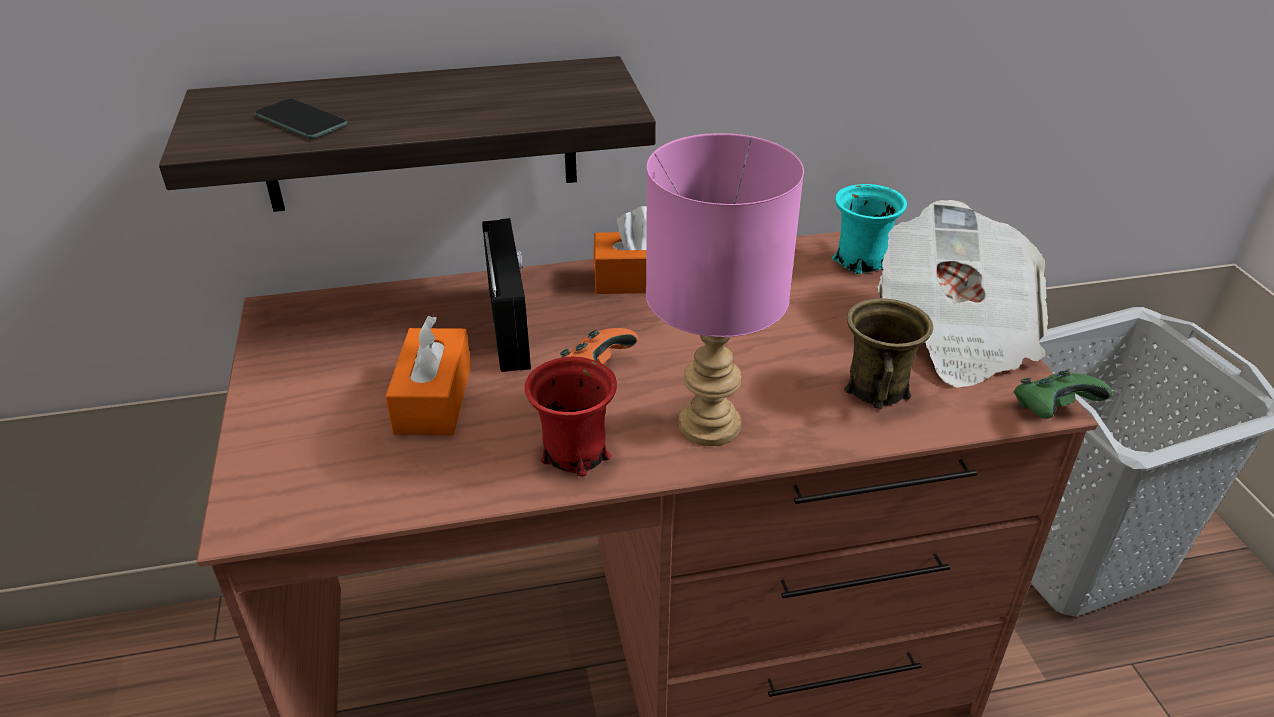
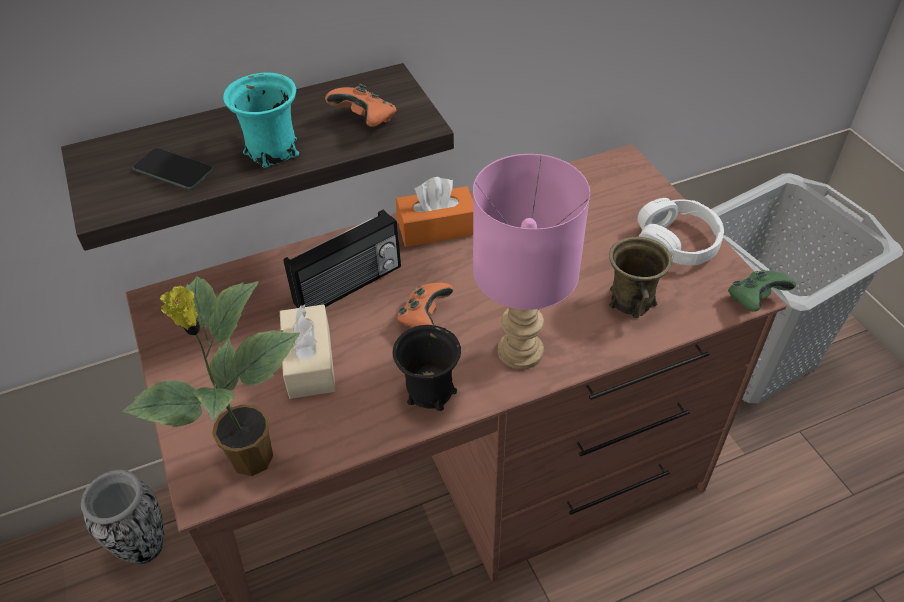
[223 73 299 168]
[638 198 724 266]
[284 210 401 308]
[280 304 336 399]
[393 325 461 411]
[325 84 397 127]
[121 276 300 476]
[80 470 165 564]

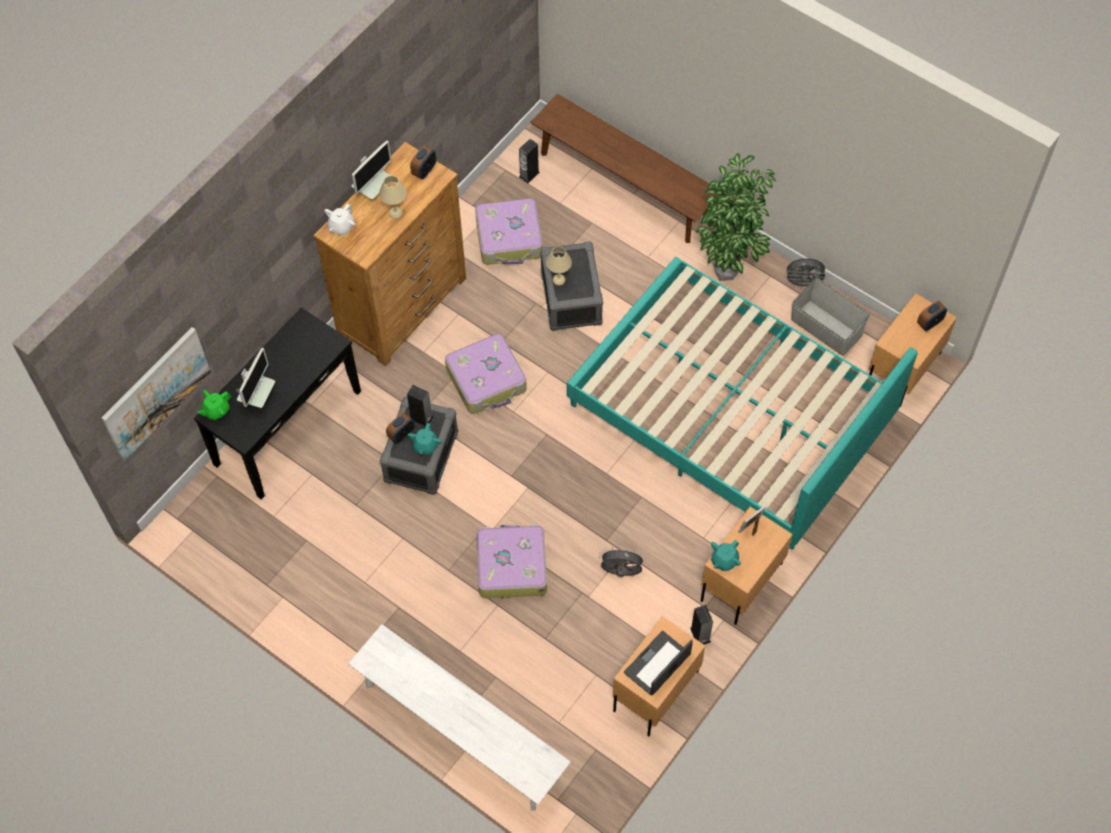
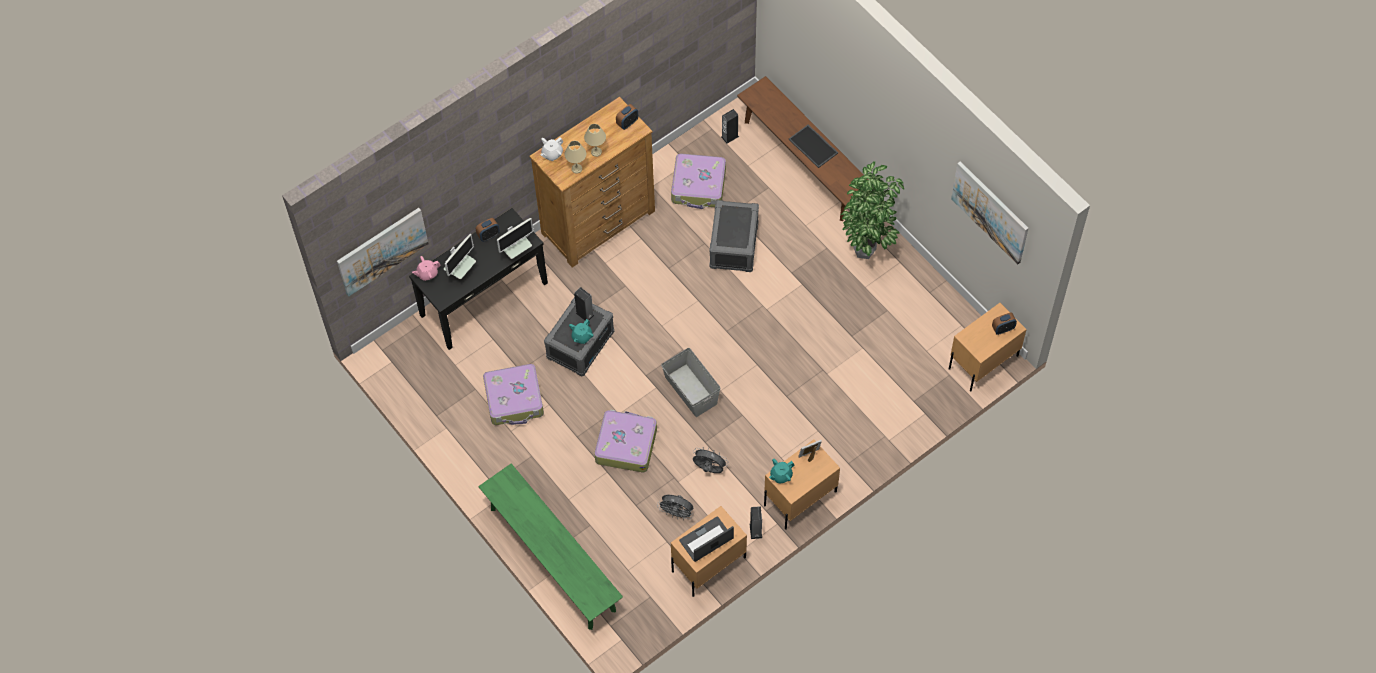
[497 218 534 259]
[564 141 586 174]
[567 257 918 550] (first image)
[657 495 693 520]
[661 348 720 417]
[483 364 544 425]
[412 256 441 281]
[476 218 500 242]
[478 464 623 630]
[789 125 838 168]
[951 161 1029 265]

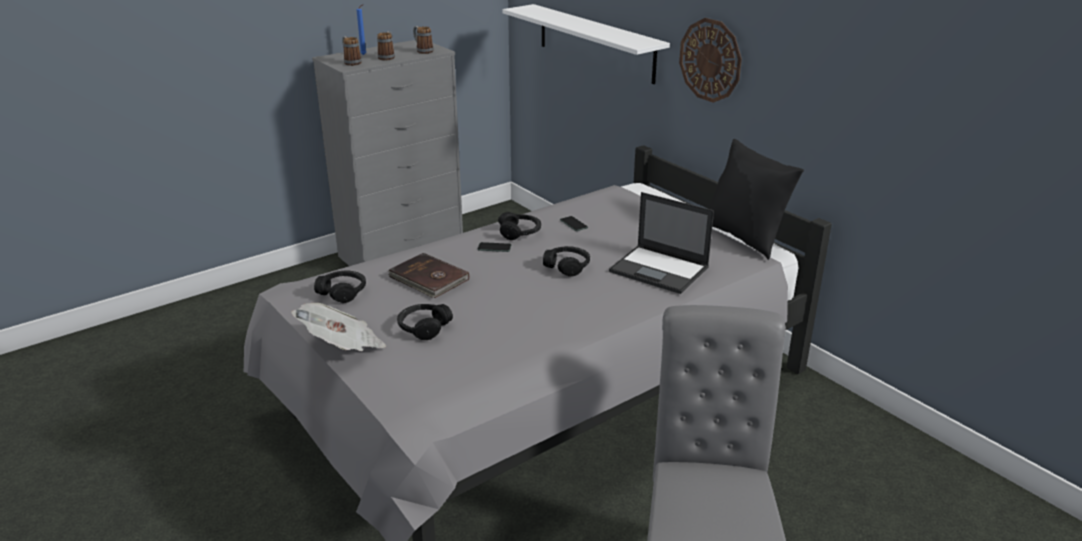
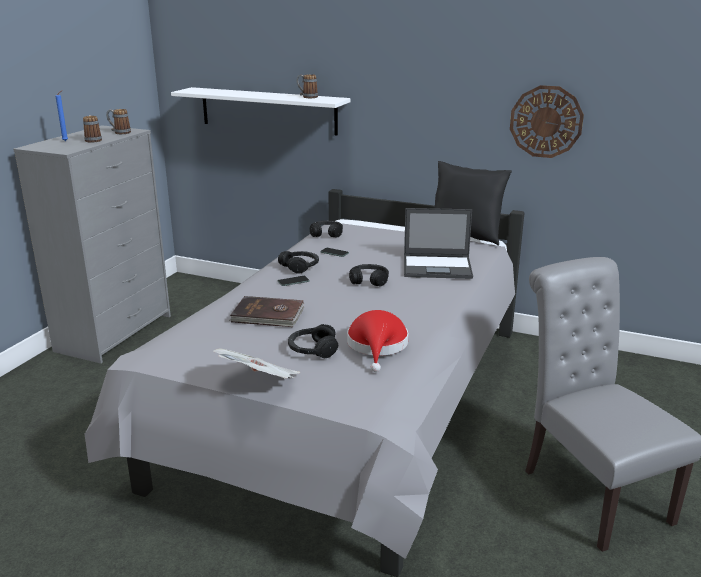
[510 85 584 158]
[296 74 318 98]
[310 221 343 237]
[347 310 408 372]

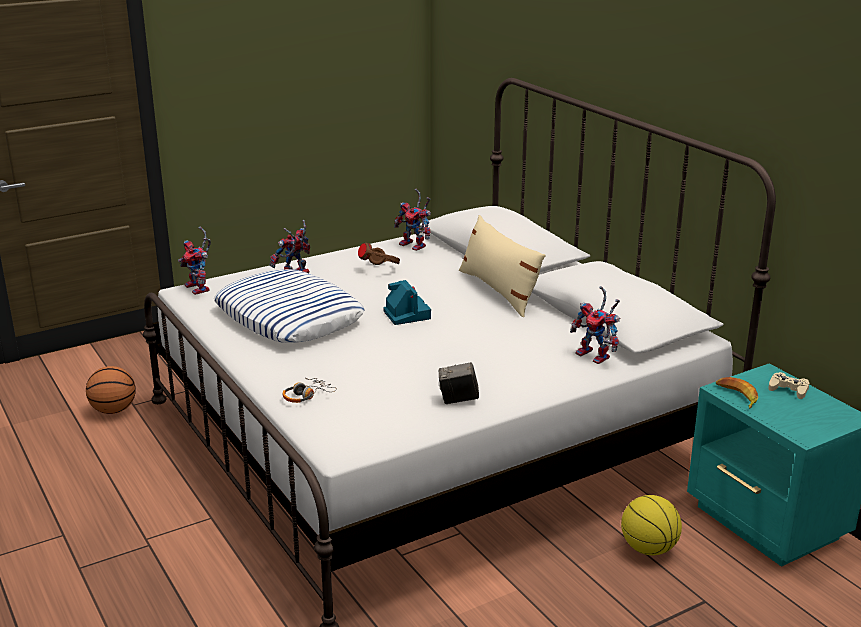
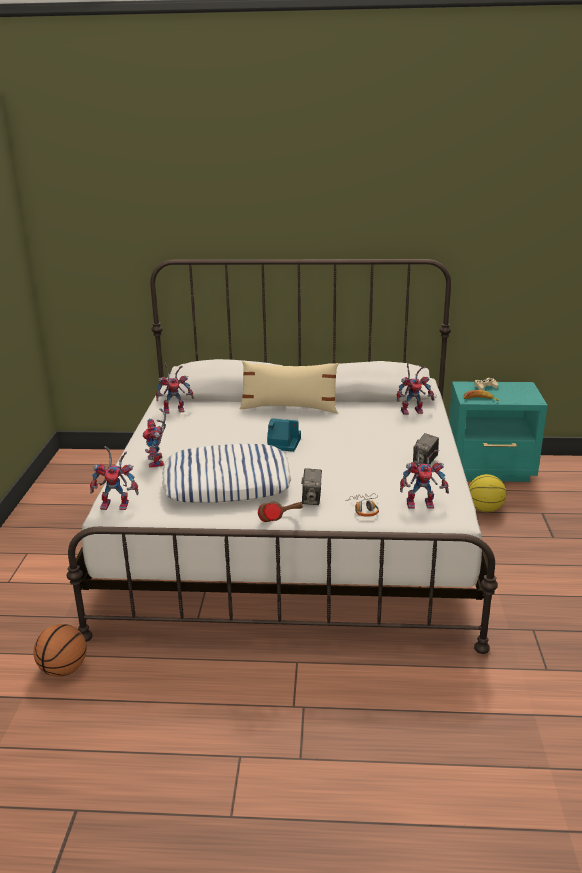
[258 502 303 522]
[400 444 449 509]
[301 468 322 505]

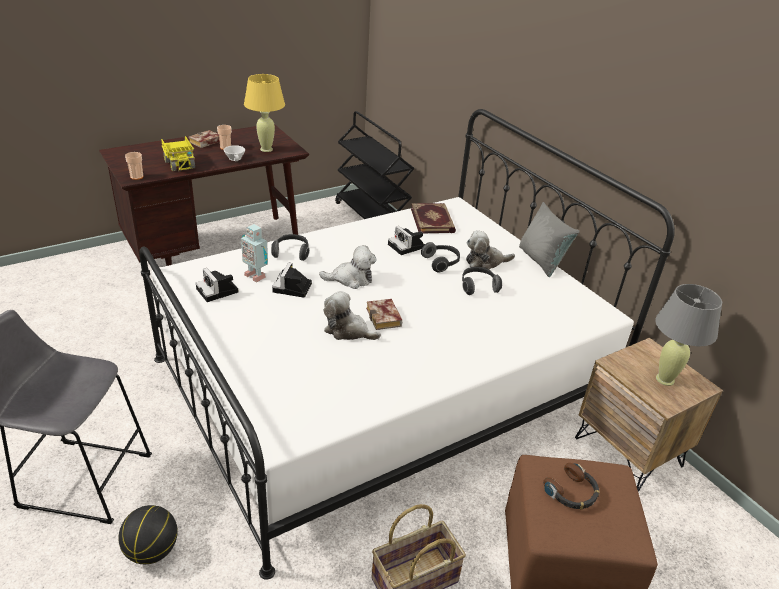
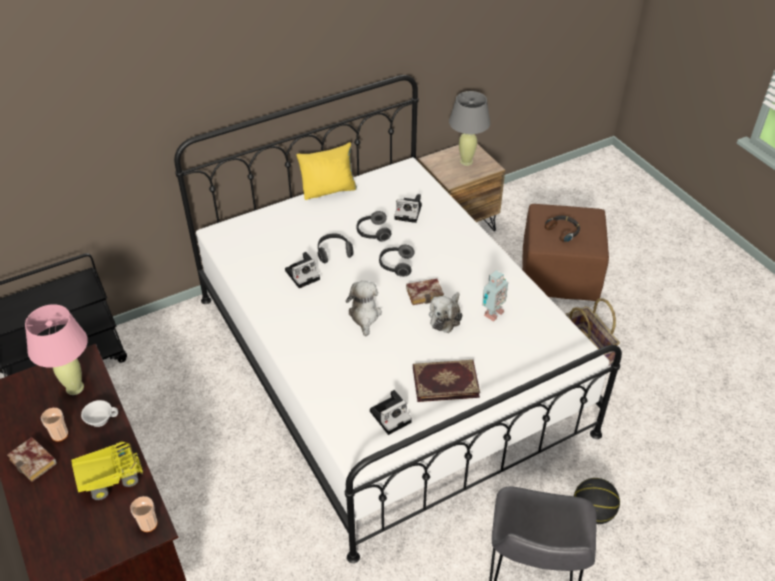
[25 304 88 395]
[296 142 357 200]
[413 360 480 402]
[482 270 508 322]
[466 230 515 270] (first image)
[379 245 415 277]
[394 194 422 223]

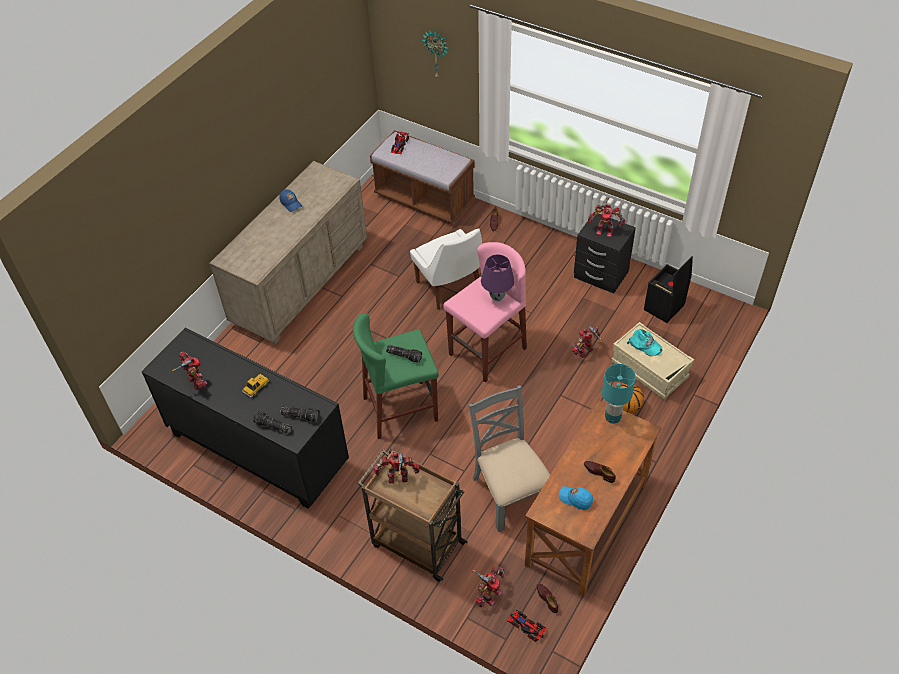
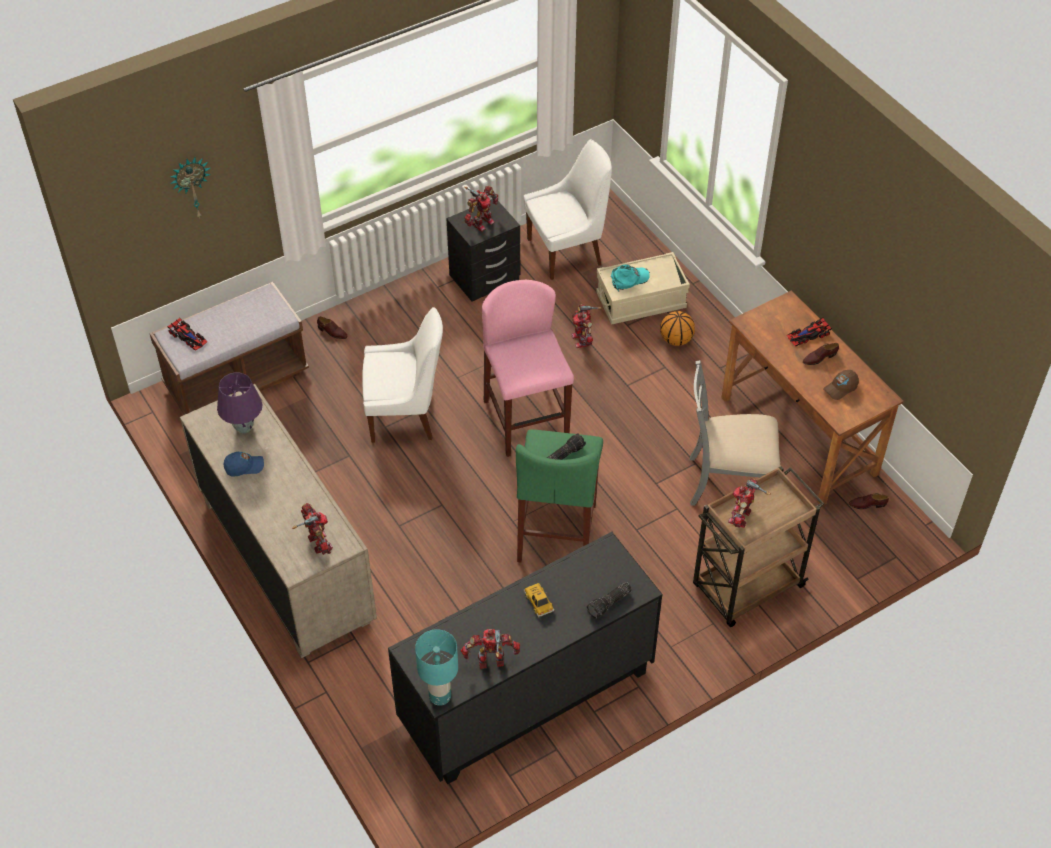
[217 372 263 433]
[524 139 612 280]
[415 629 458 706]
[281 406 320 422] (first image)
[823 370 859 400]
[292 503 333 555]
[787 317 832 347]

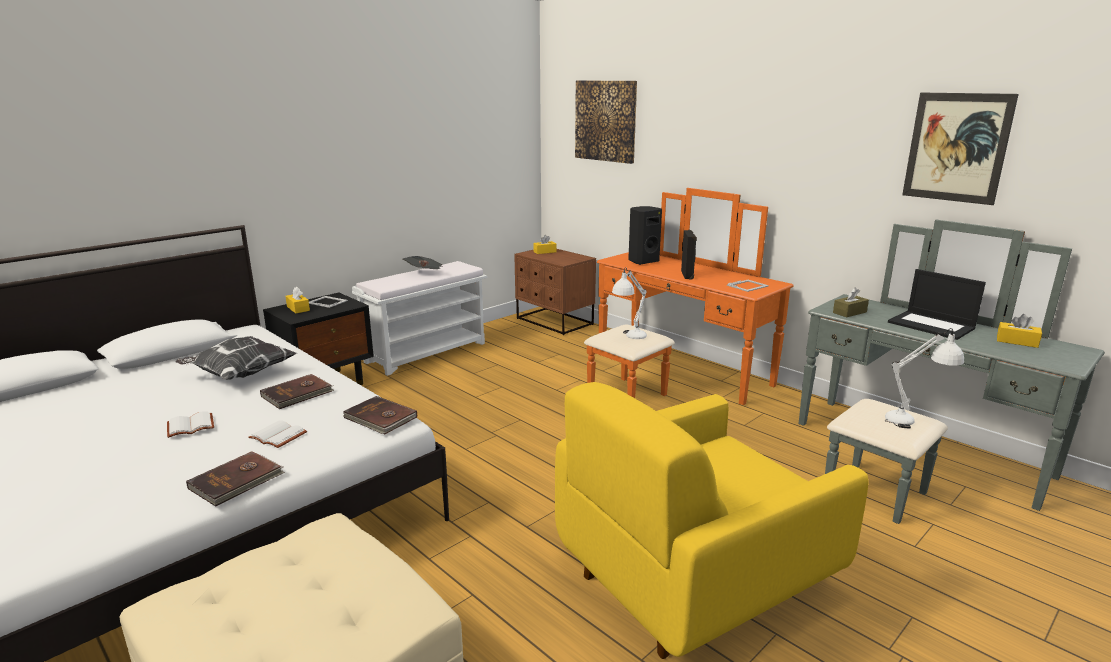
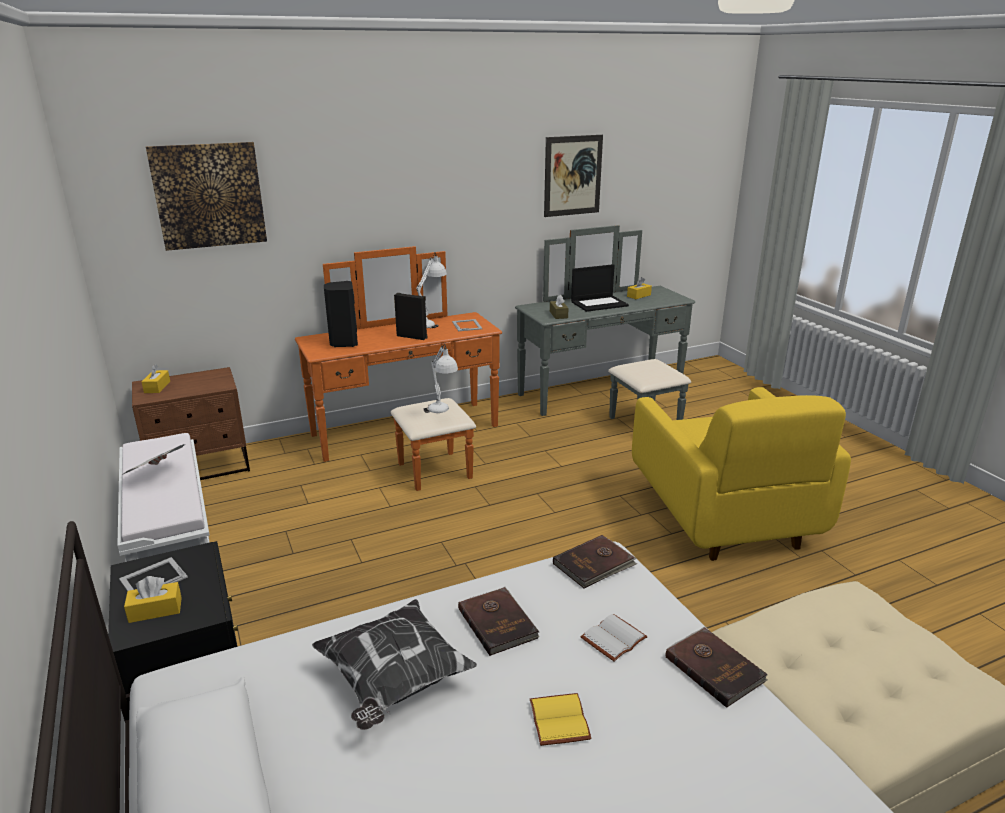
[416 252 447 328]
[530 693 591 746]

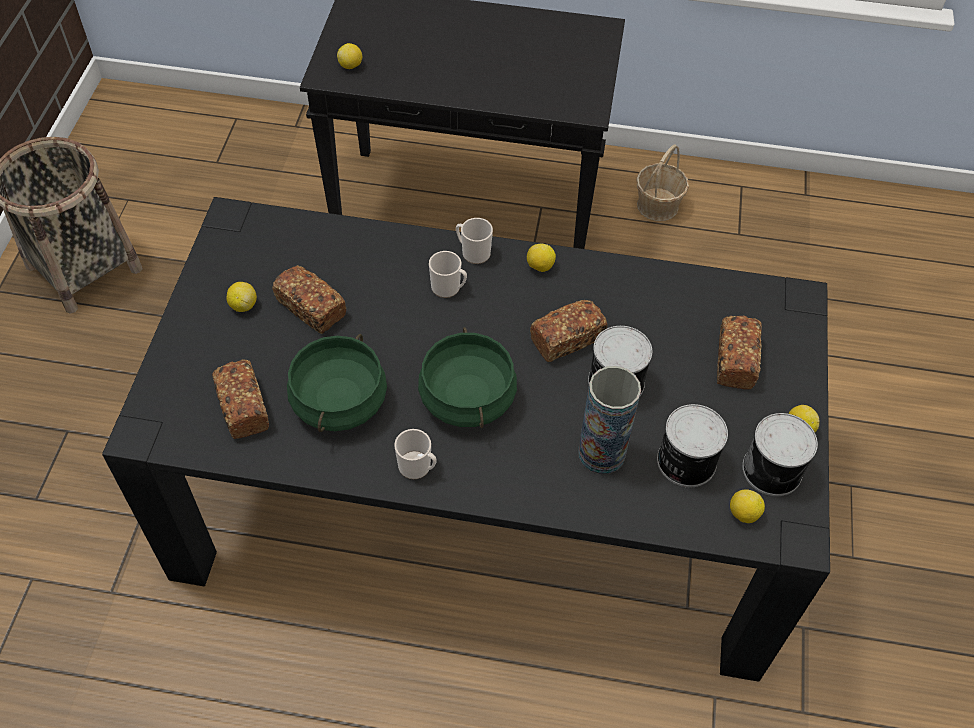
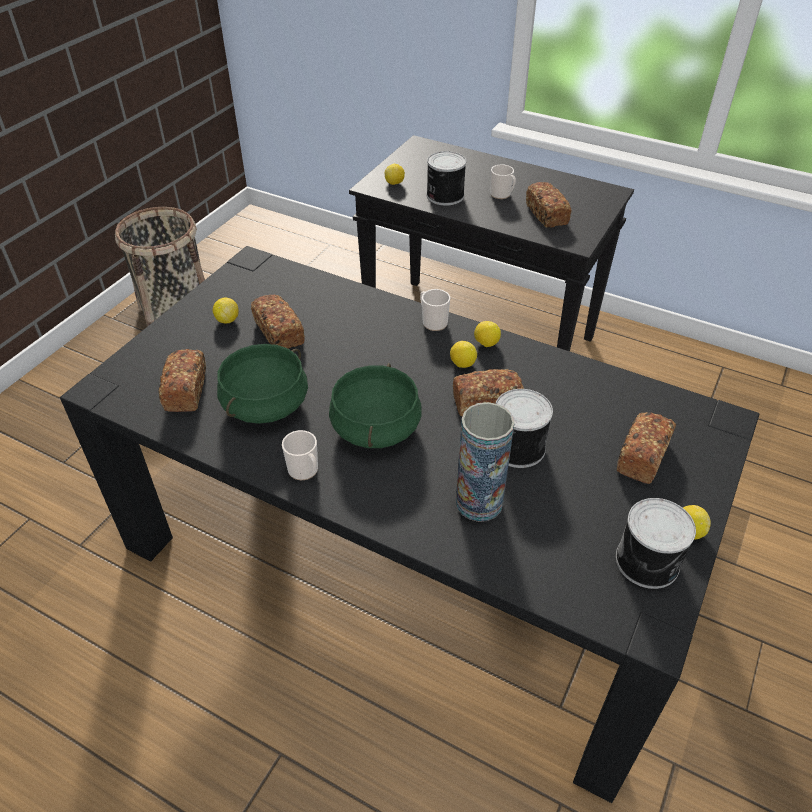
[636 145 689 221] (first image)
[490 164 516 199]
[427 151 466 205]
[450 341 477 368]
[526 182 571 228]

